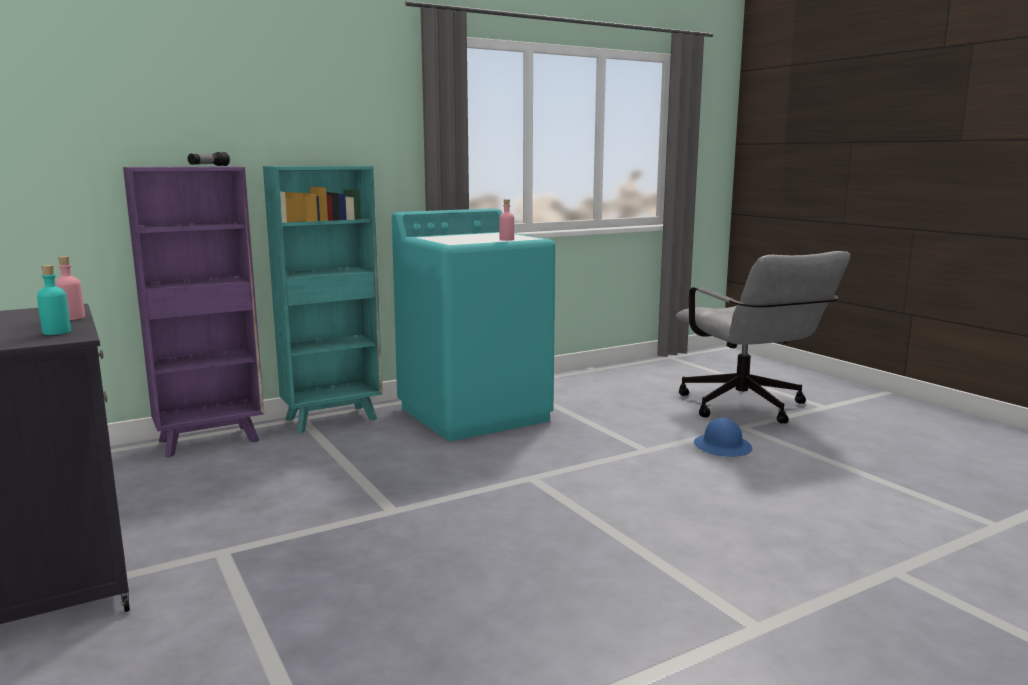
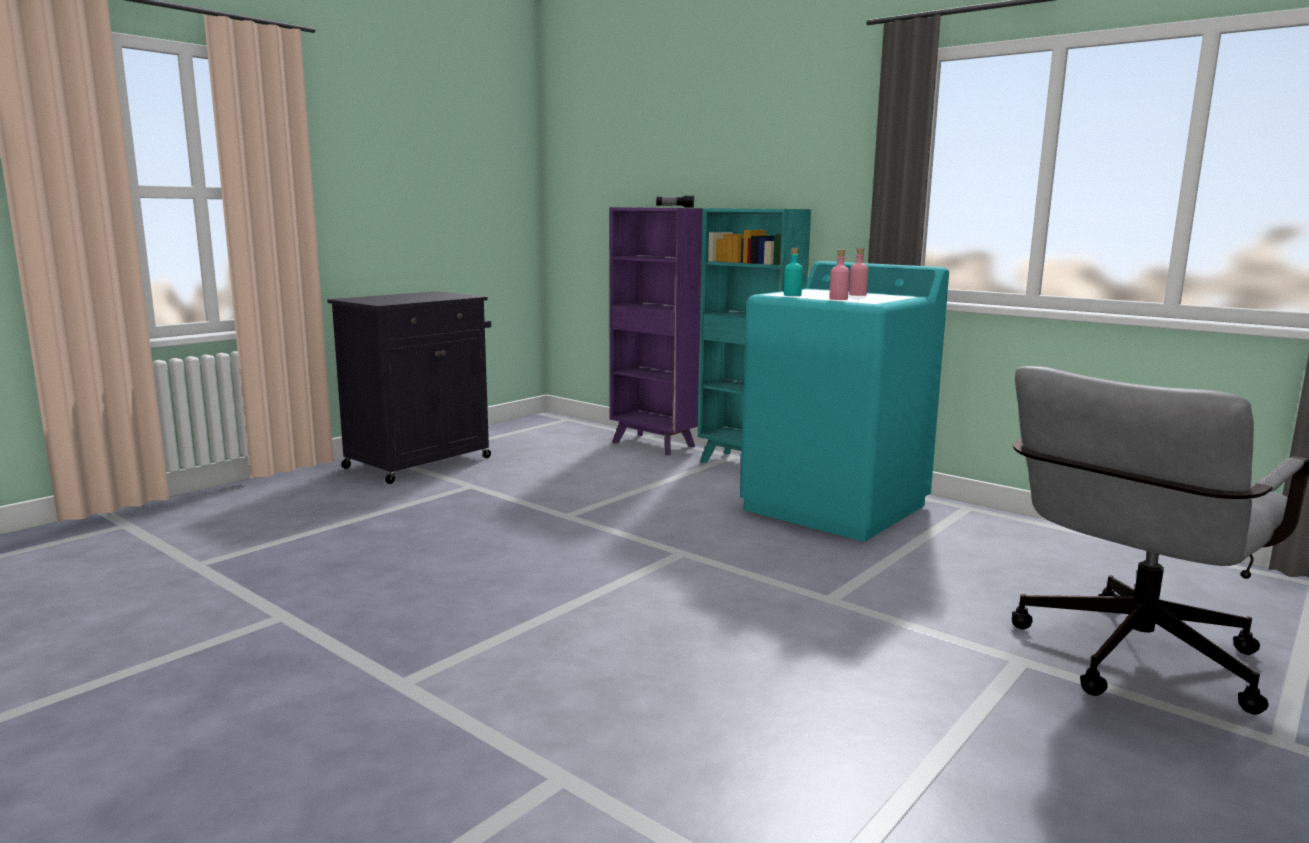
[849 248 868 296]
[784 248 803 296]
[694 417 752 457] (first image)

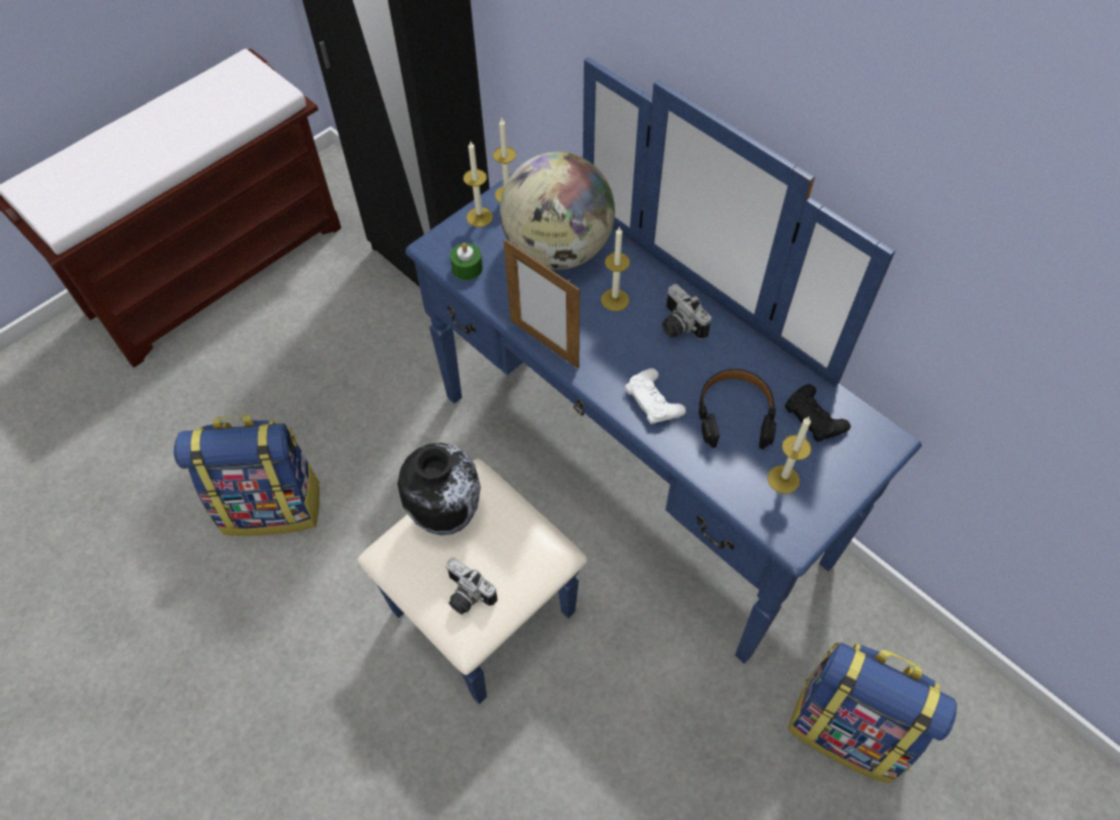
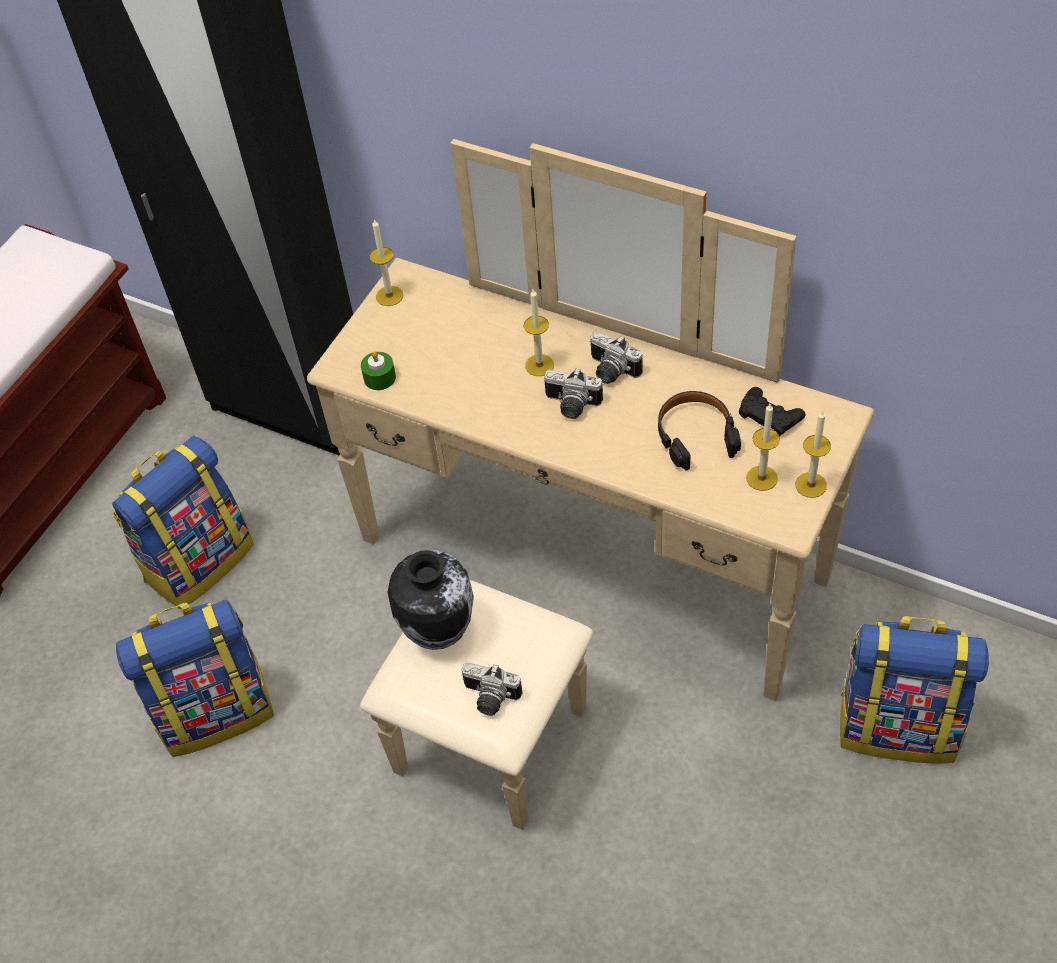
[307 139 874 830]
[795 410 831 498]
[500 152 615 270] (first image)
[503 239 580 368] (first image)
[625 368 686 424] (first image)
[544 368 603 419]
[112 436 254 609]

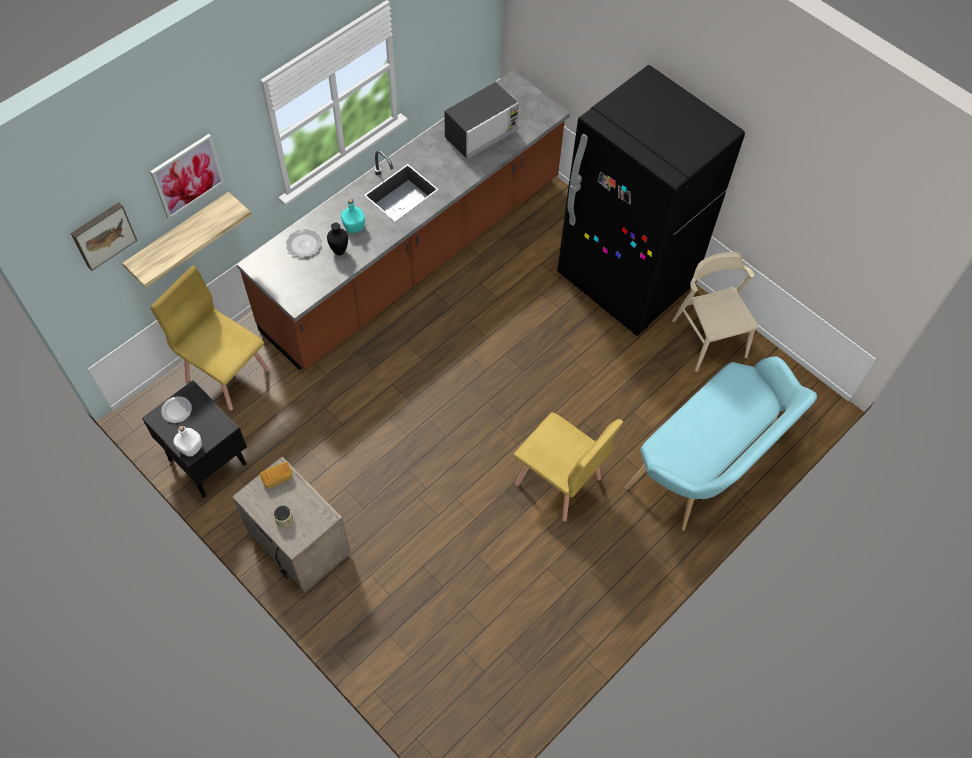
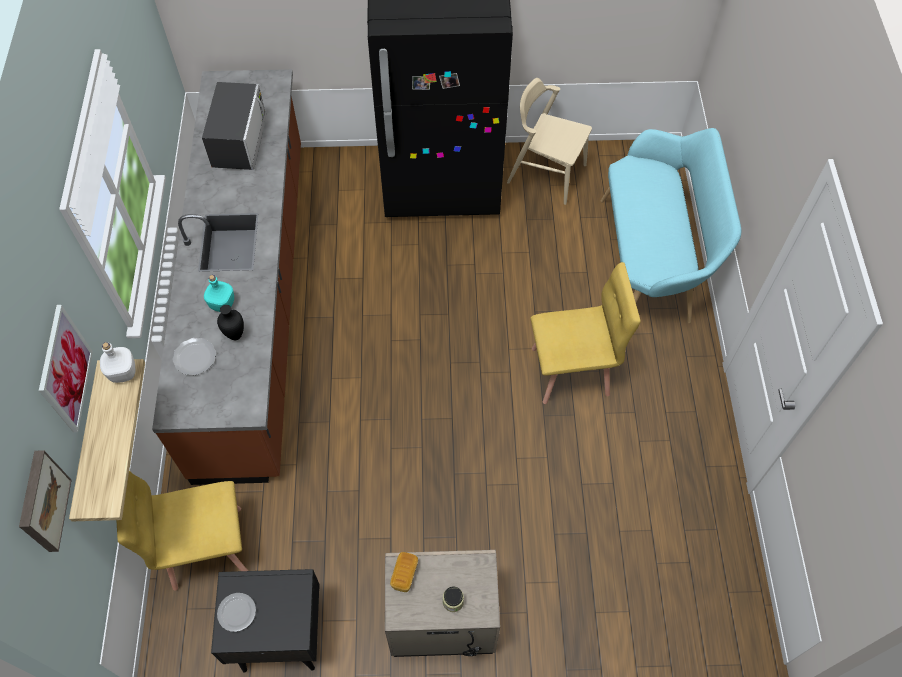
[100 342 135 383]

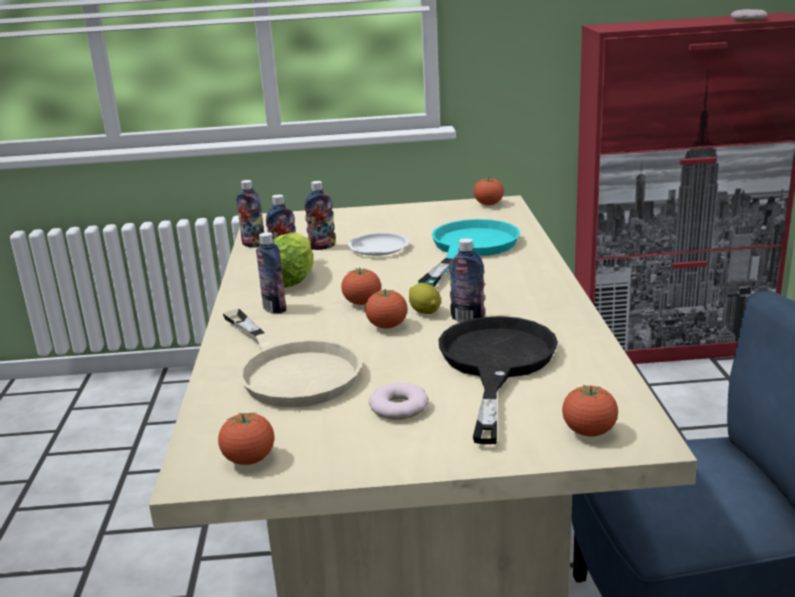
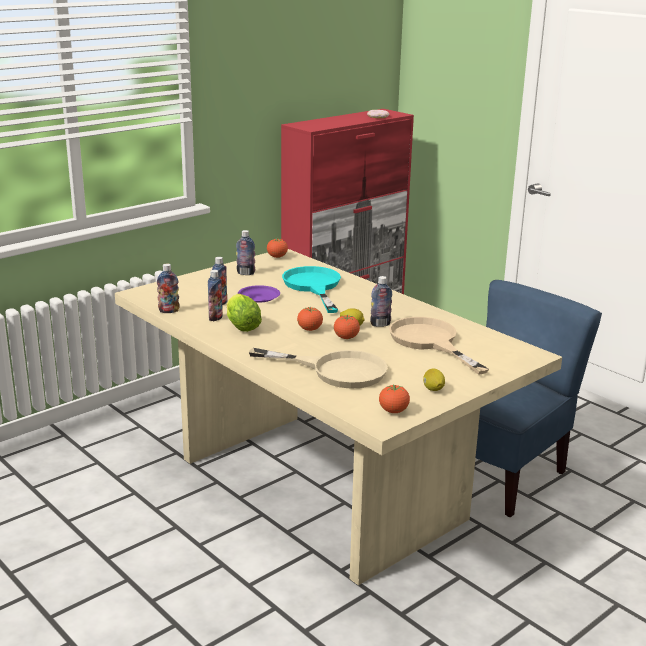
[236 230 255 275]
[238 285 280 303]
[389 317 489 375]
[369 383 429 420] (first image)
[562 385 618 437] (first image)
[423 368 445 391]

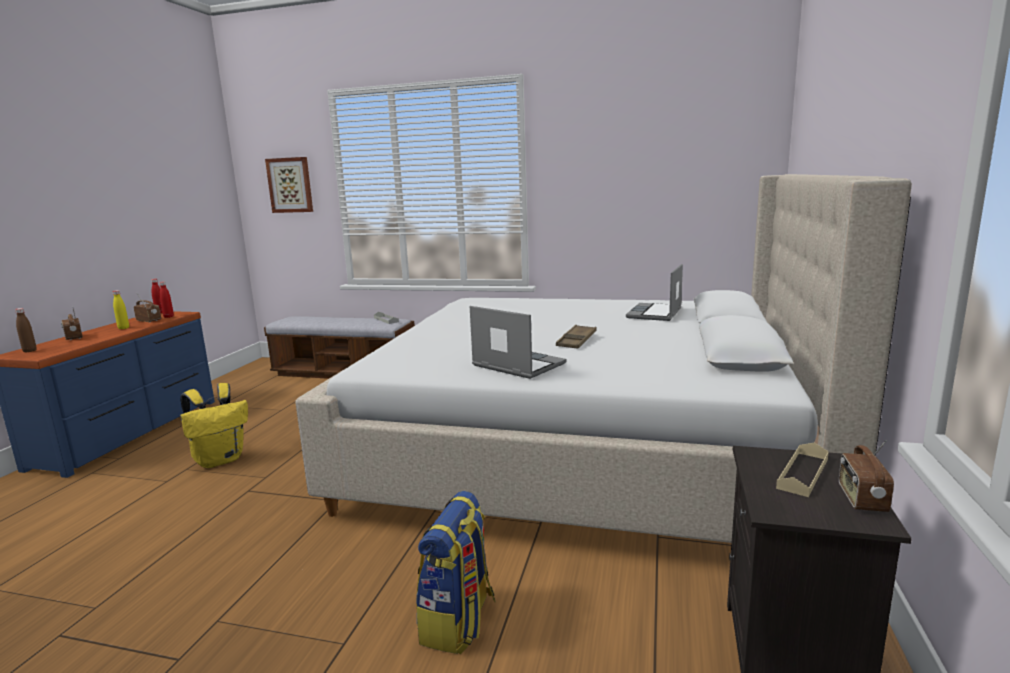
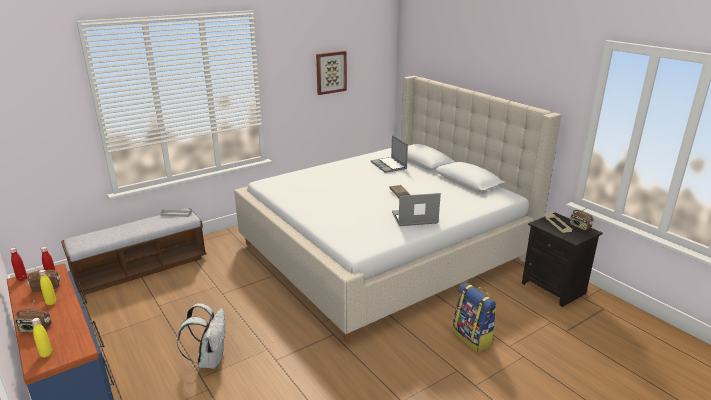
[316 51 347 95]
[32 318 52 358]
[177 303 226 369]

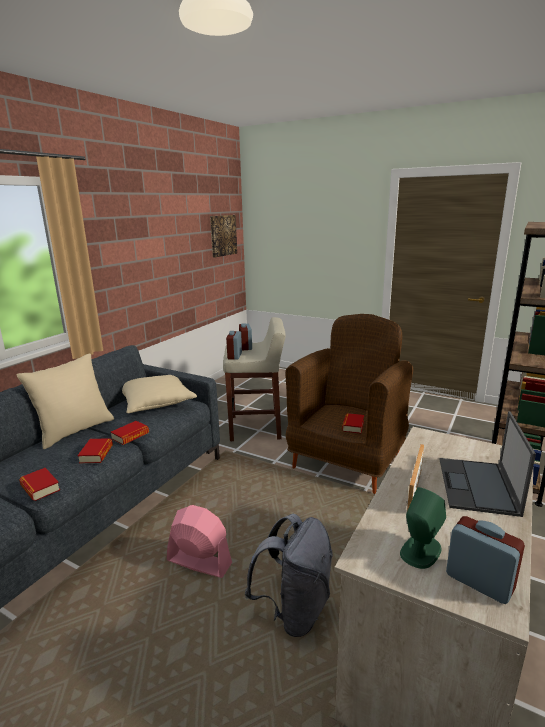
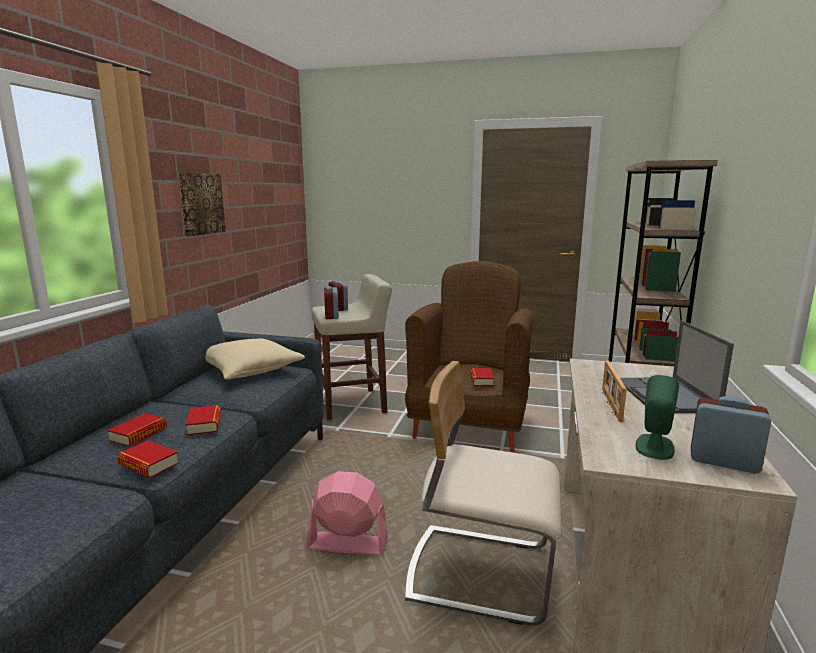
[178 172 226 236]
[16 353 114 449] (first image)
[107 413 167 447]
[405 361 562 626]

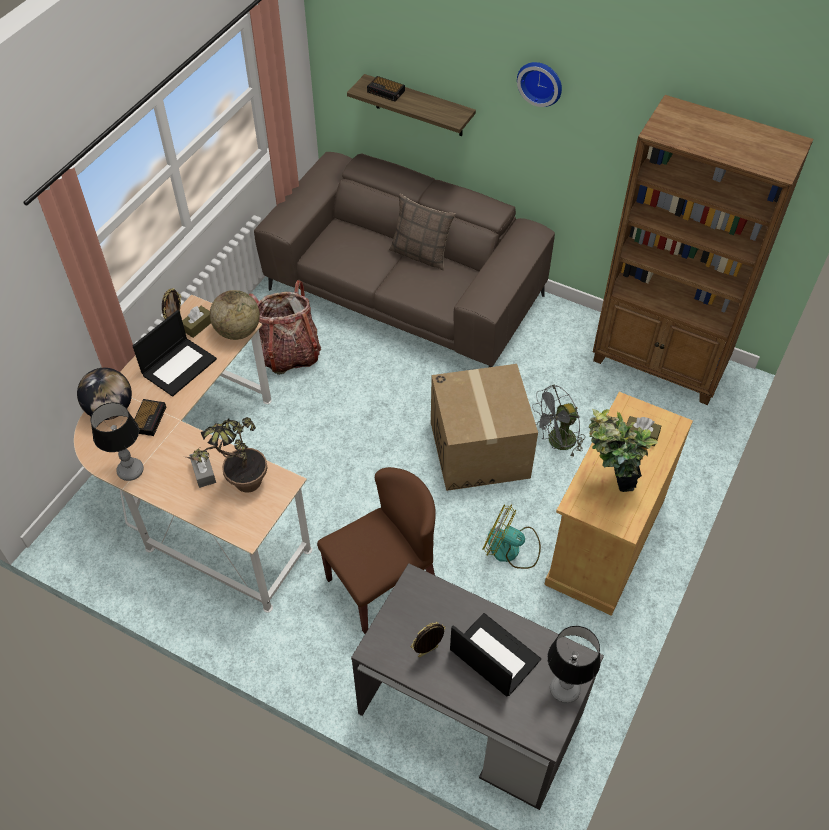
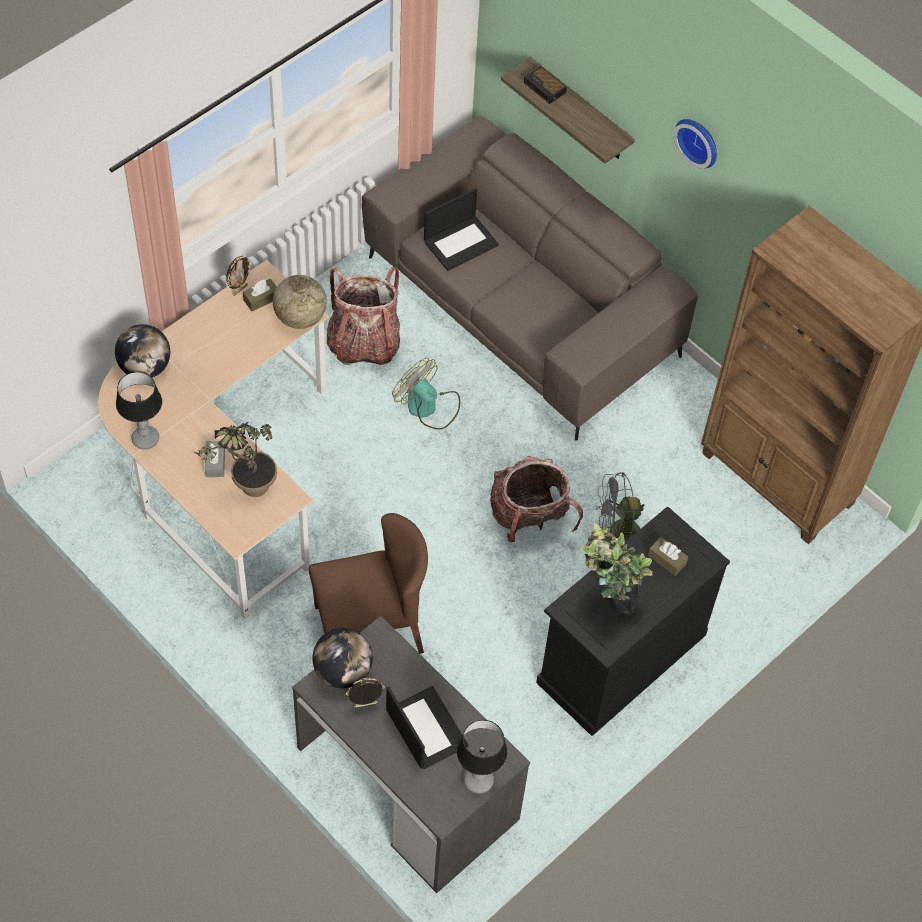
[389 194 456 270] (first image)
[424 188 499 271]
[490 455 583 542]
[536 506 730 736]
[134 399 166 436] (first image)
[392 357 460 430]
[313 628 373 688]

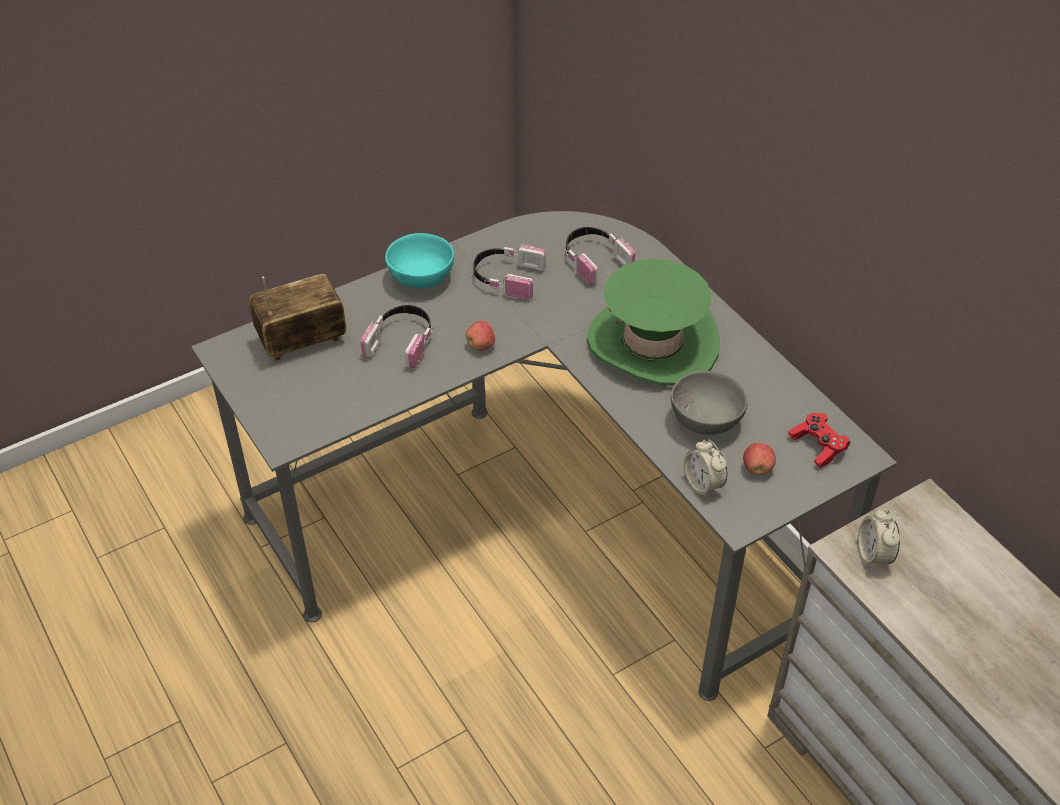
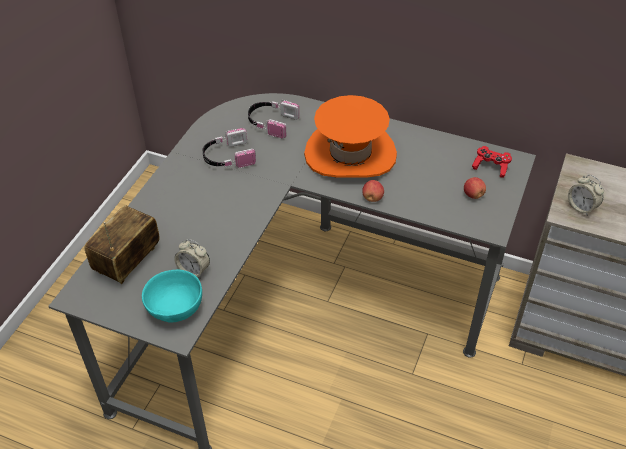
[142 270 202 322]
[304 95 397 178]
[361 305 433 369] (first image)
[362 180 384 202]
[671 371 748 435] (first image)
[174 239 210 279]

